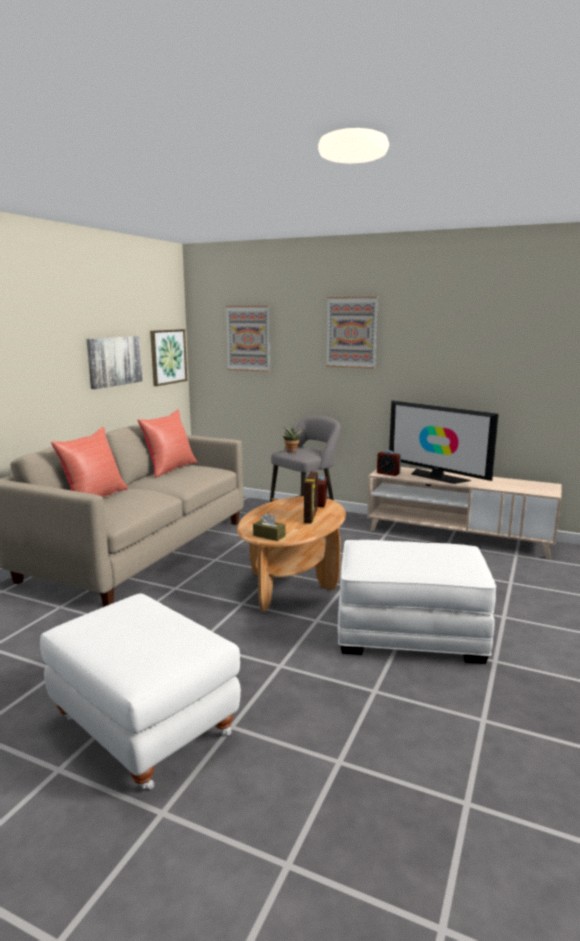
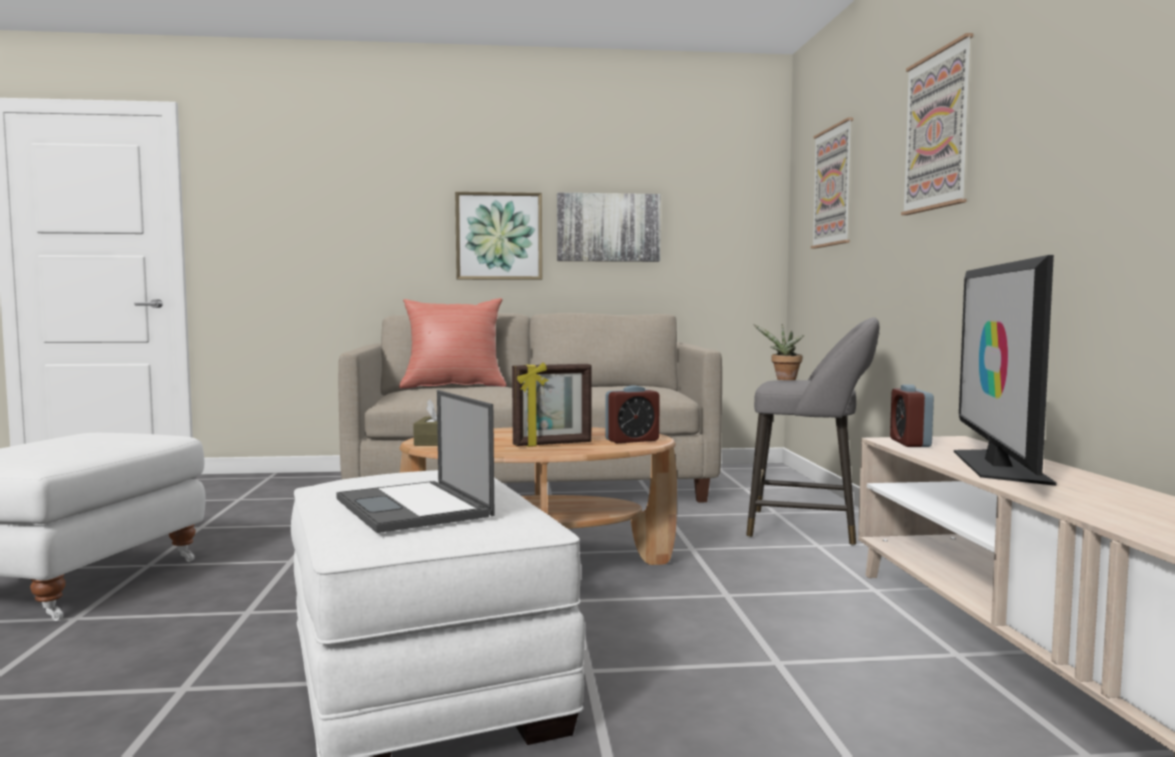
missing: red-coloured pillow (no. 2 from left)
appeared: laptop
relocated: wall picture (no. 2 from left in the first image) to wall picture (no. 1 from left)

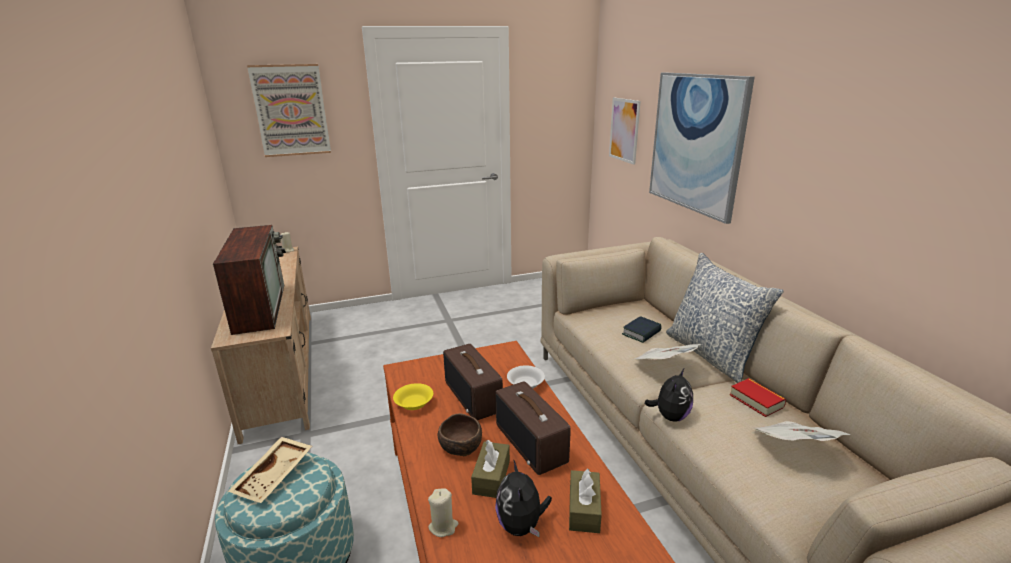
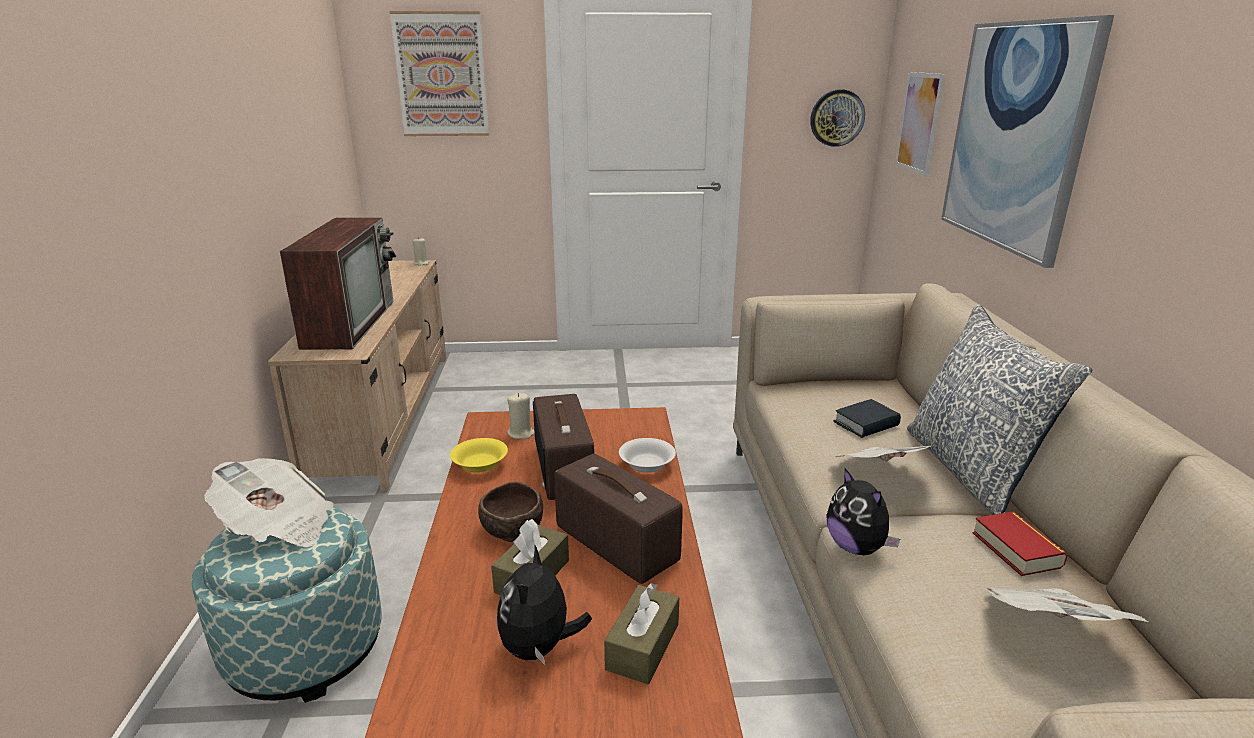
appeared: hanging clock
relocated: sand-coloured wax light (no. 2 from left)
exchanged: sand-coloured tray to daily paper (no. 1 from left)
spun: radio set (no. 2 from left) 150 degrees clockwise; soft toy (no. 2 from left) 105 degrees clockwise

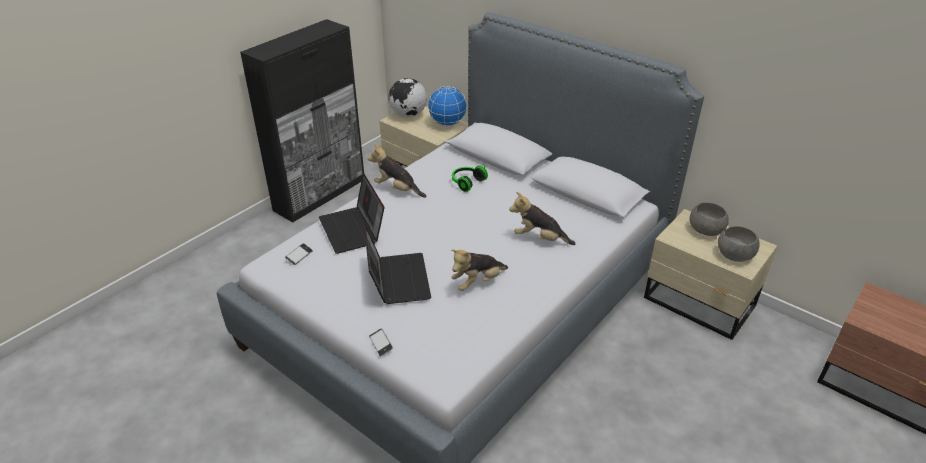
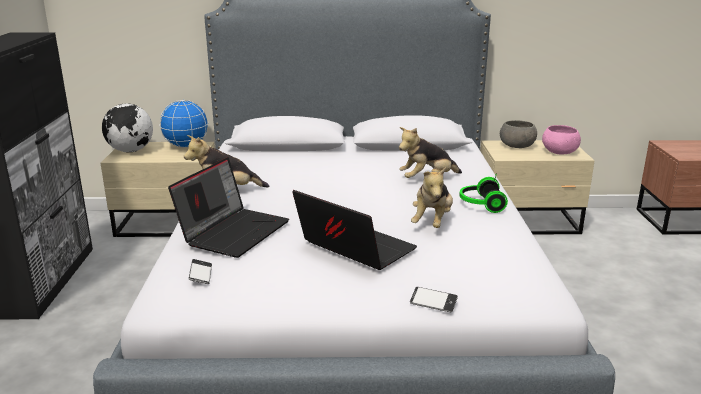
relocated: headphones
colour: gray deep dish (no. 2 from left) to pink-coloured deep dish
spun: laptop (no. 1 from left) 90 degrees counterclockwise

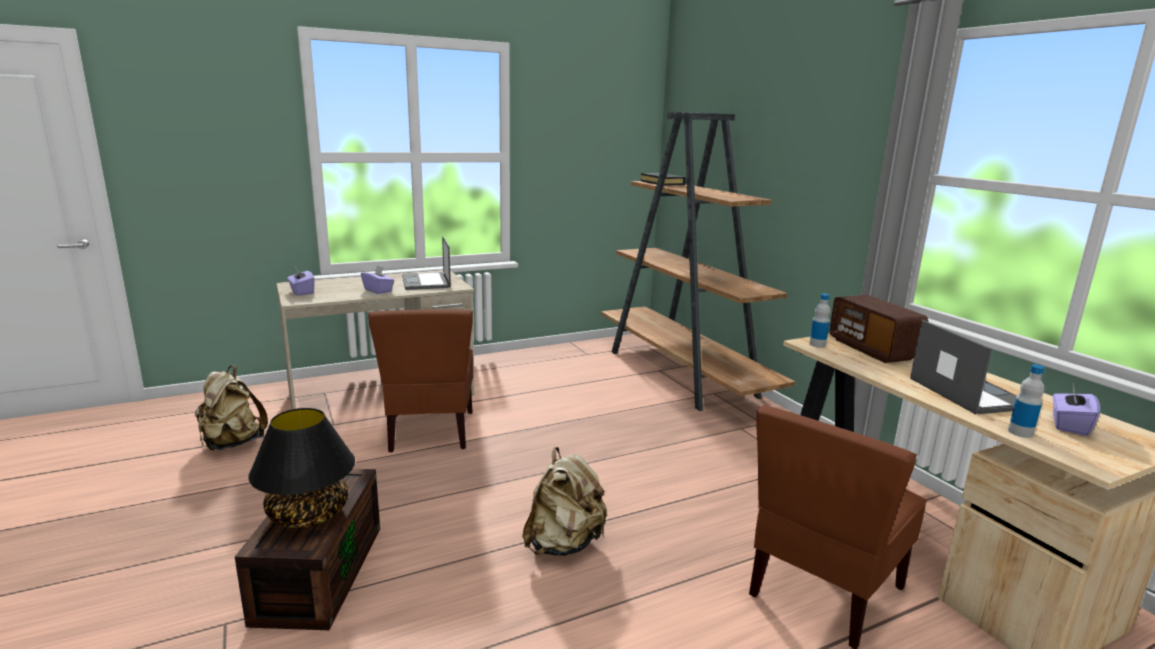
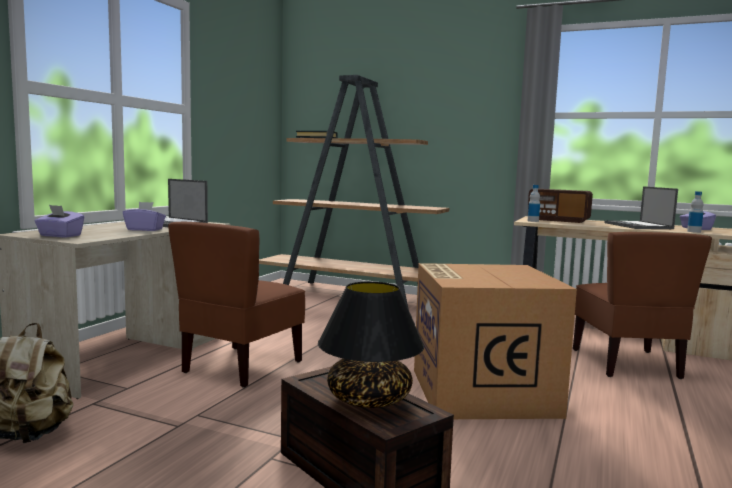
exchanged: sand-coloured rucksack (no. 2 from left) to cardboard box
spun: brown chair (no. 1 from left) 75 degrees clockwise; laptop (no. 2 from left) 135 degrees counterclockwise

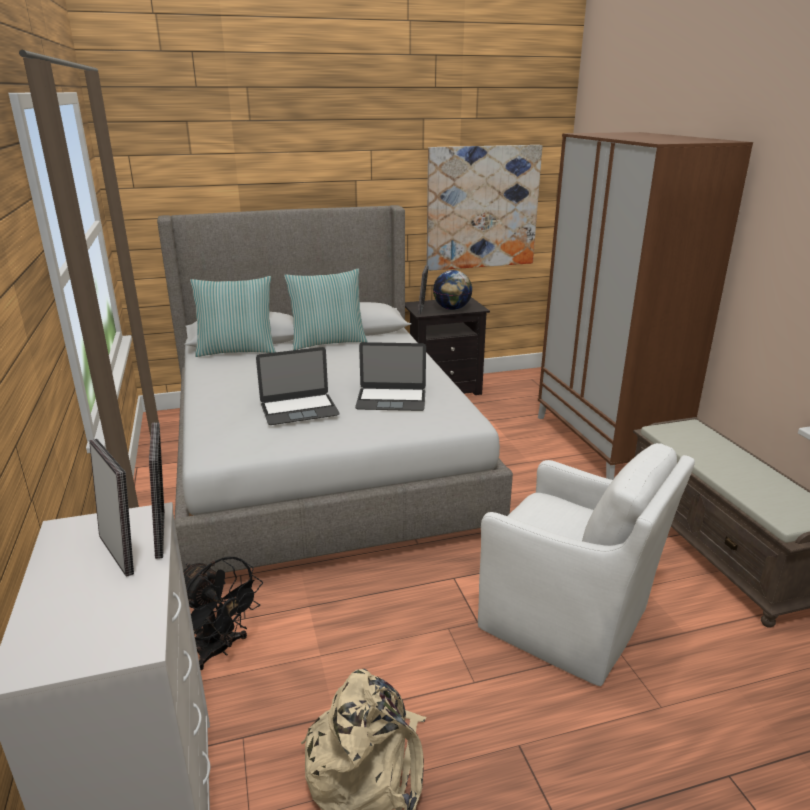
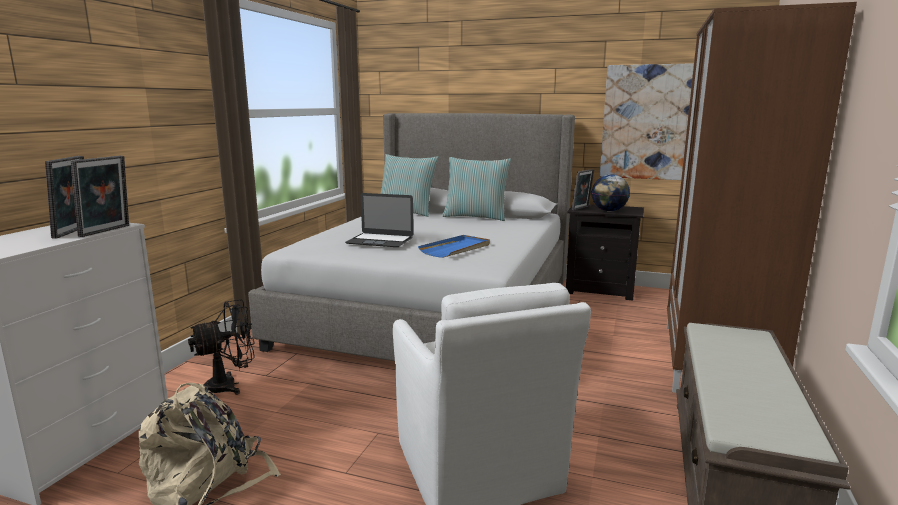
exchanged: laptop (no. 2 from left) to blue-coloured tray
spun: black electric fan 105 degrees counterclockwise

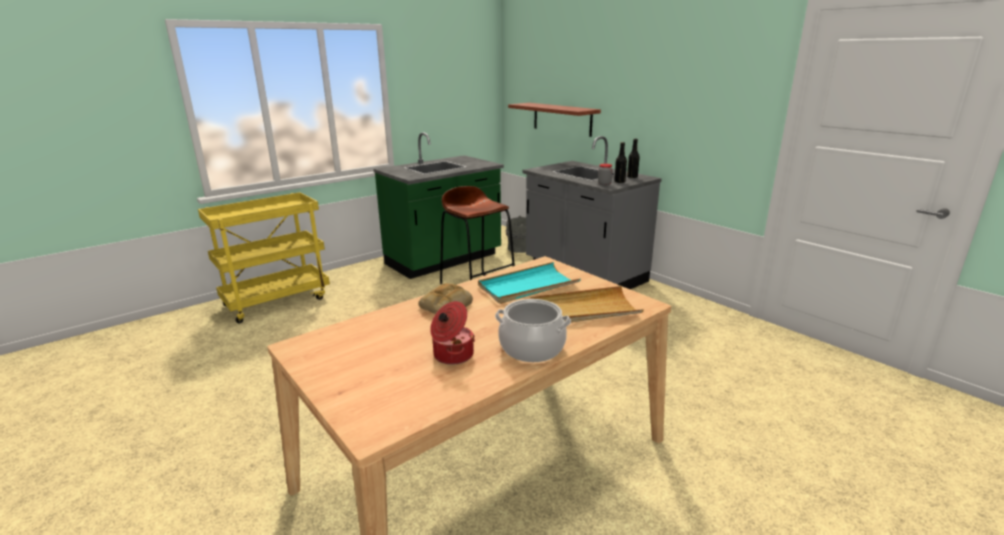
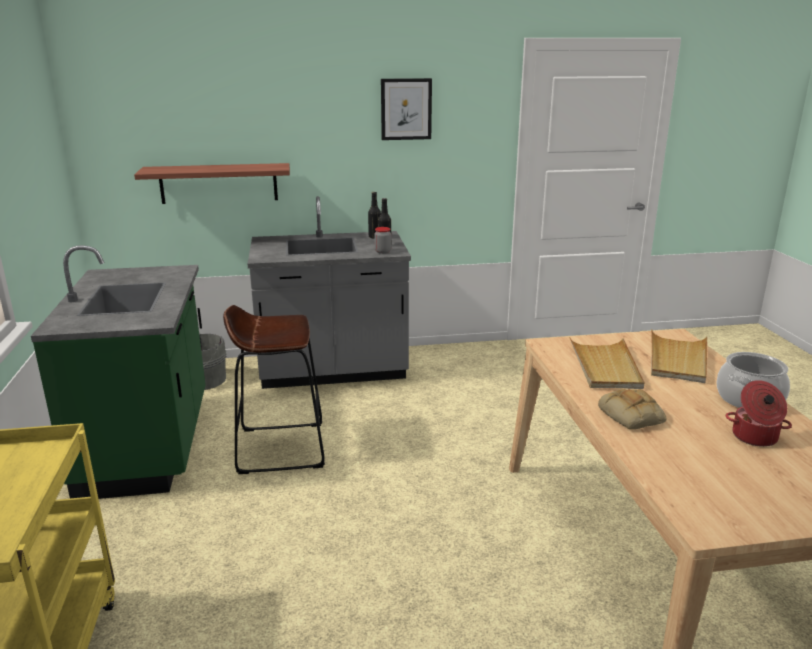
appeared: wall picture
colour: turquoise tray to sand-coloured tray (no. 1 from left)

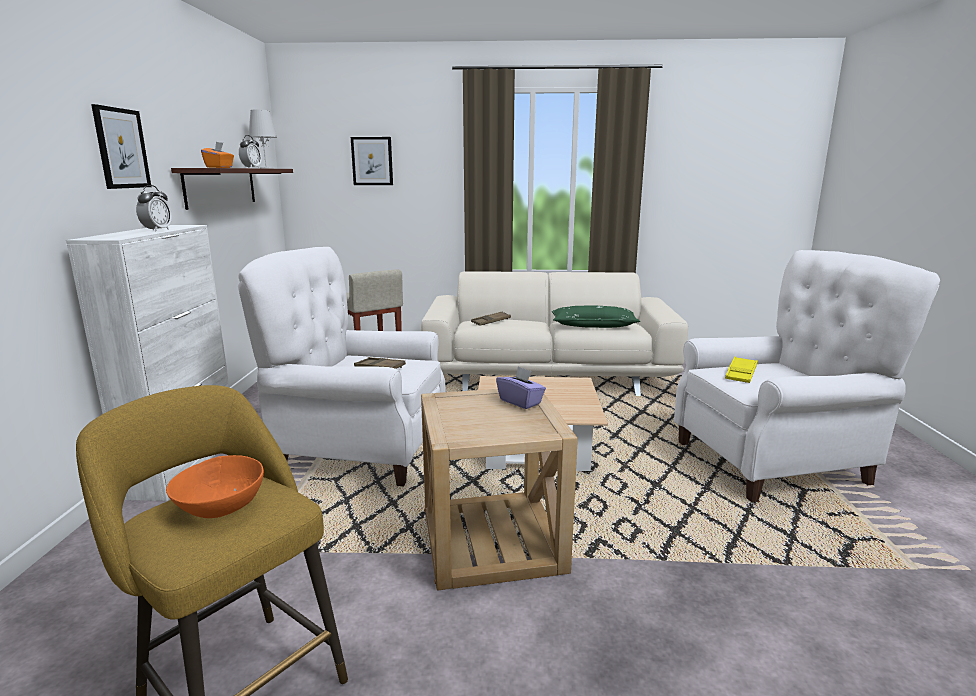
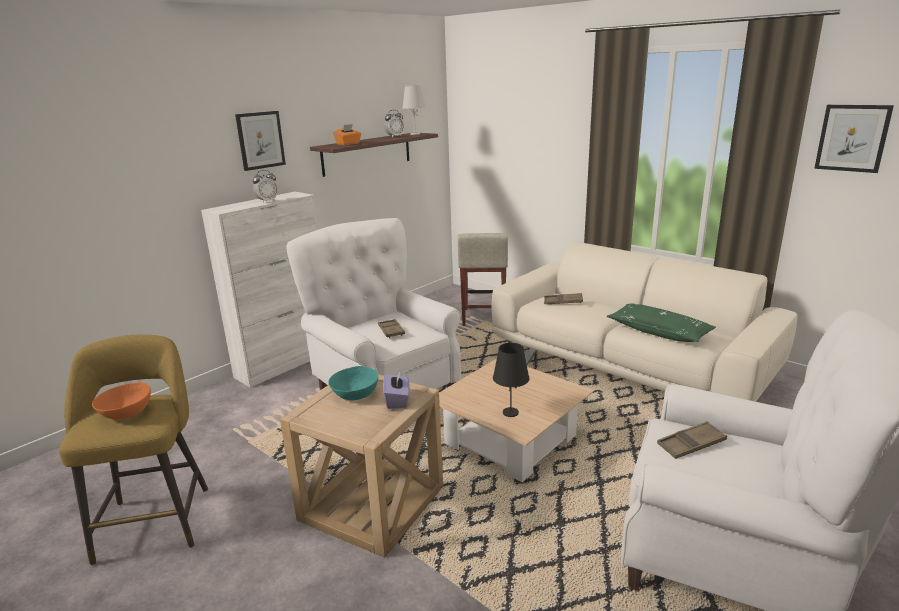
appeared: turquoise deep dish; black lamp for a table
relocated: wall picture (no. 2 from left)
colour: yellow tray to brown tray (no. 3 from left)

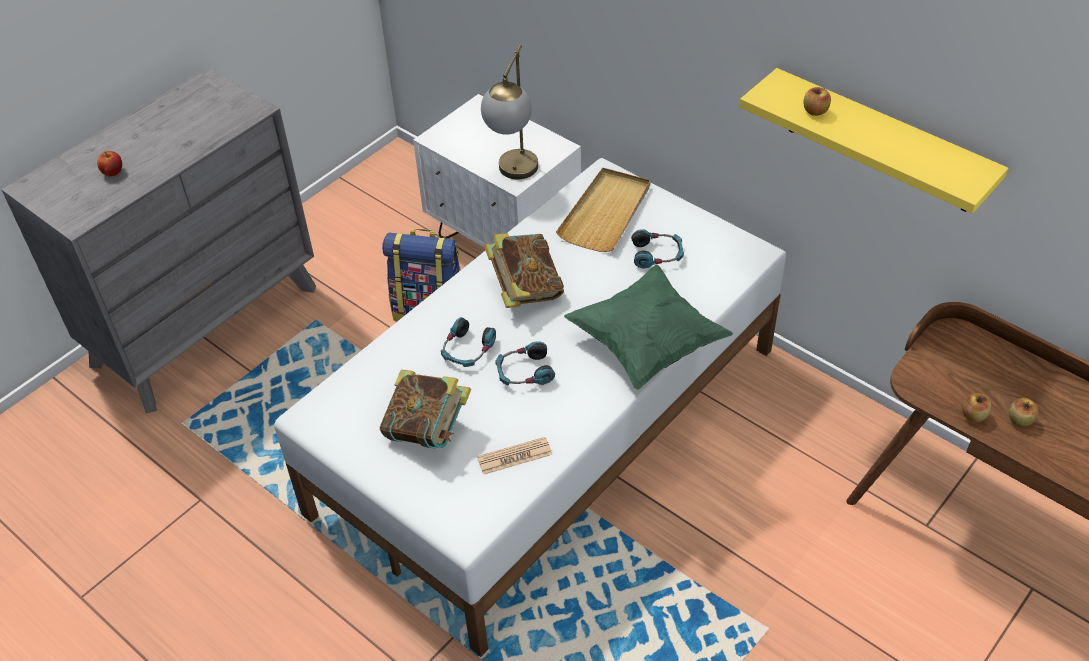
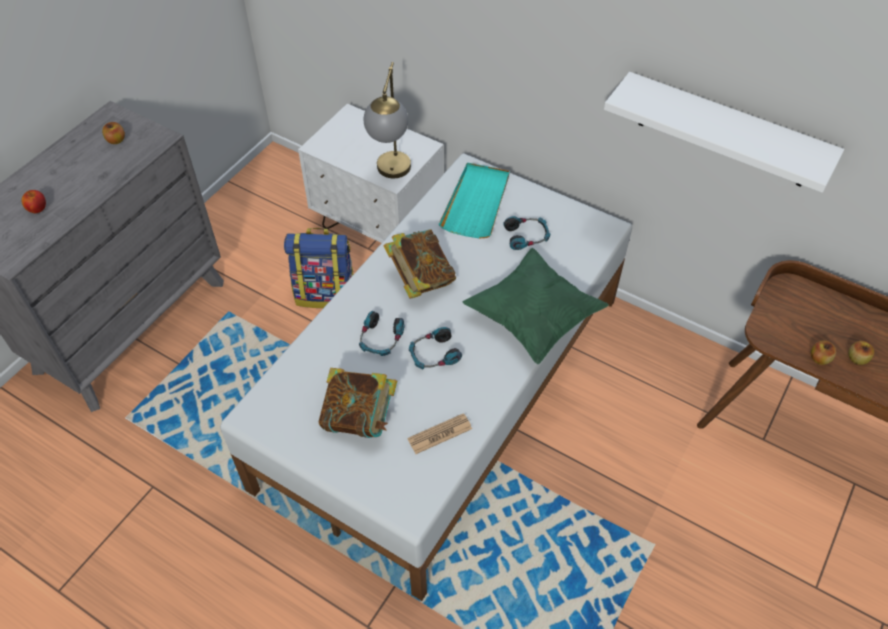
relocated: apple (no. 2 from left)
colour: sand-coloured tray to turquoise tray; yellow shelf to white shelf

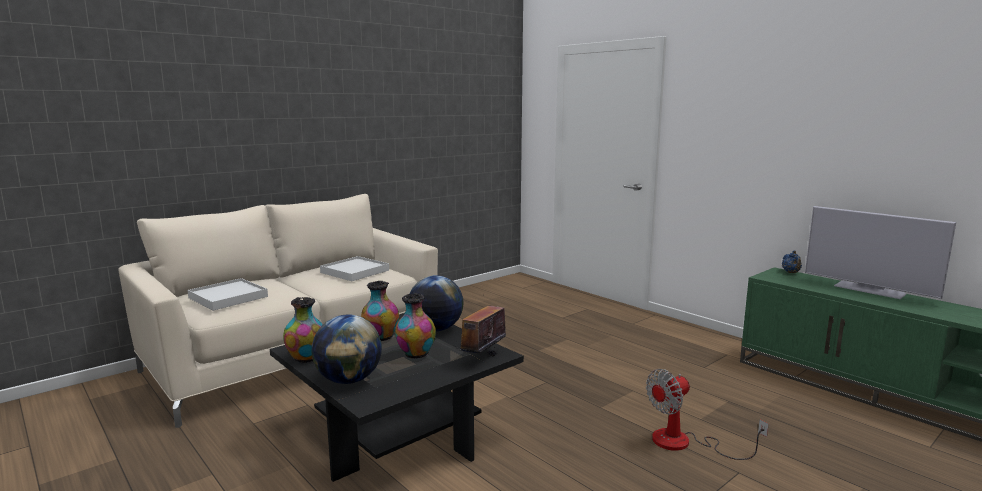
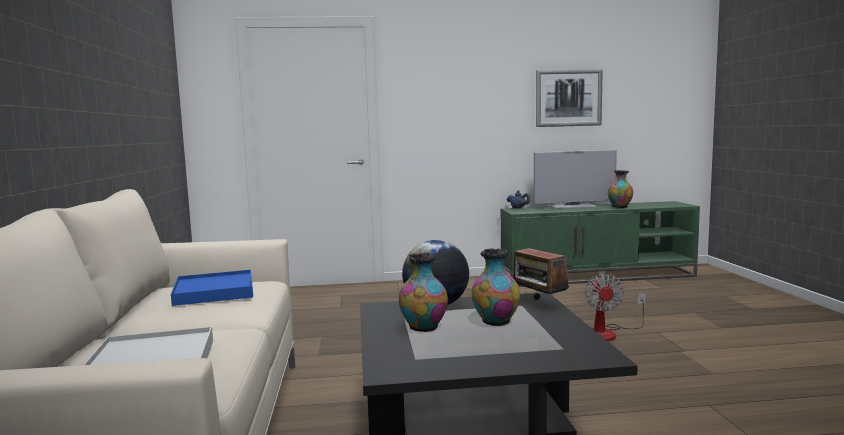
missing: globe (no. 1 from left)
appeared: wall picture
relocated: flower vase (no. 1 from left in the first image) to flower vase (no. 3 from left)
colour: white tray (no. 2 from left) to blue-coloured tray

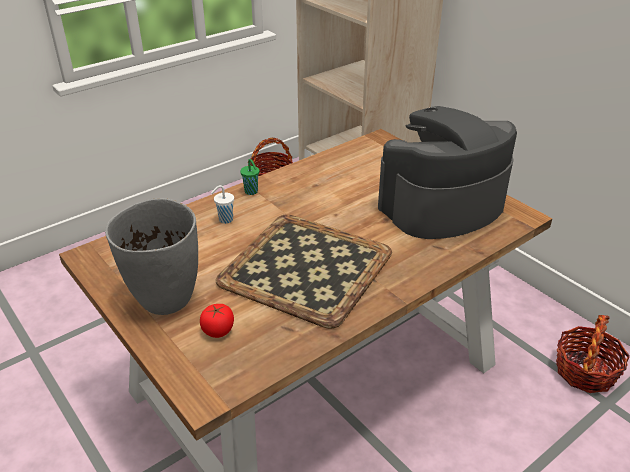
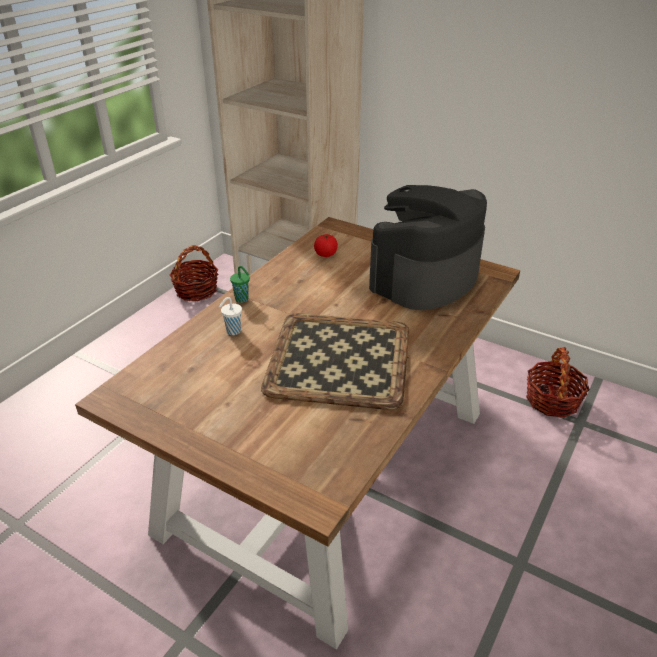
missing: gray flower vase
relocated: fresh tomato

